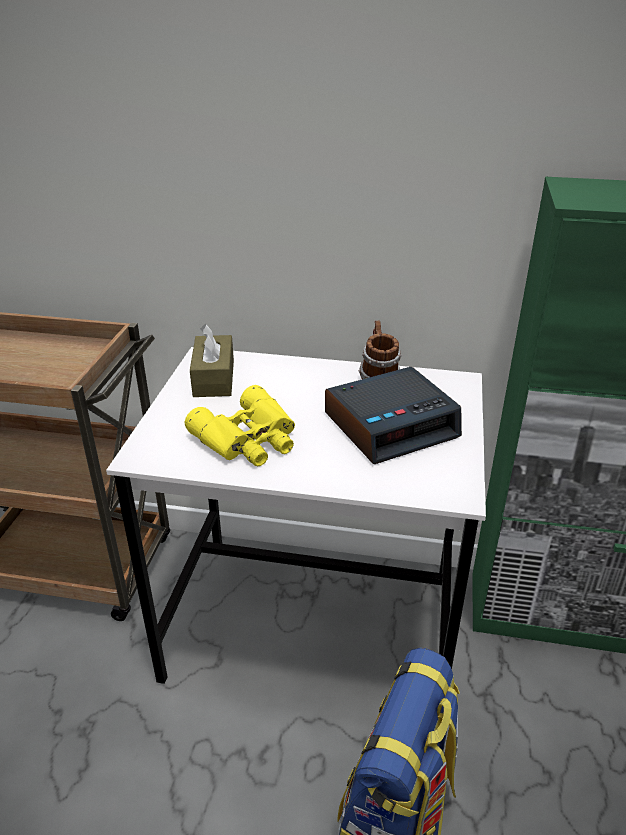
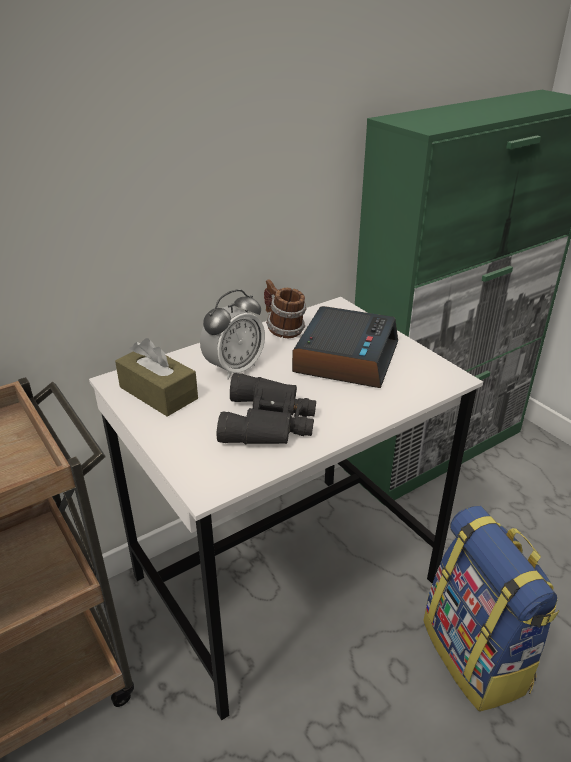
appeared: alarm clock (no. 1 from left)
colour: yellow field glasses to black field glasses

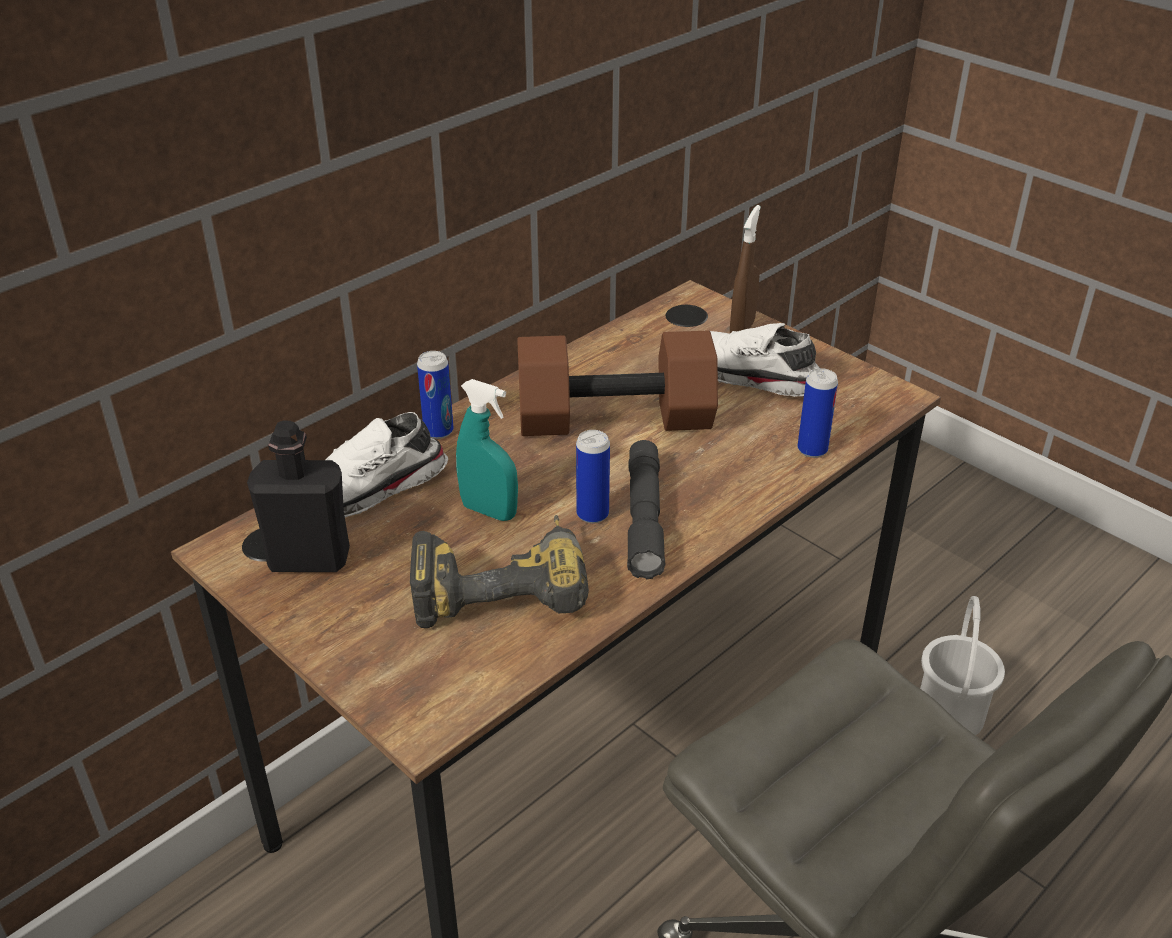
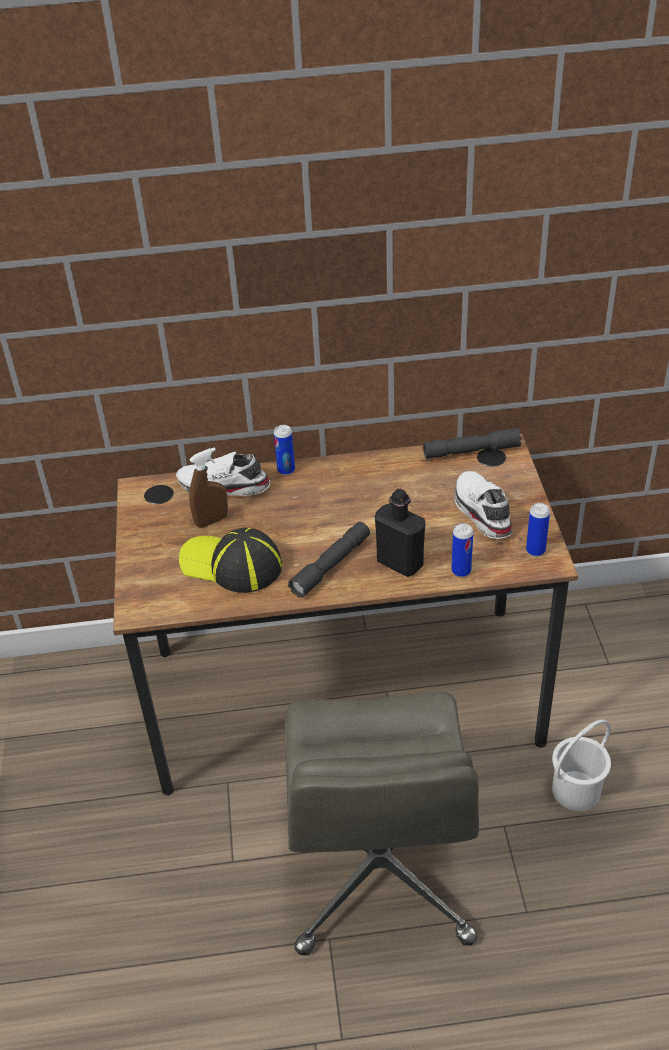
missing: turquoise spray bottle; brown dumbbell
appeared: gray hand torch (no. 2 from left)
relocated: brown spray bottle; black bottle; metal can (no. 2 from left in the first image) to metal can (no. 3 from left)
exchanged: power drill to baseball cap

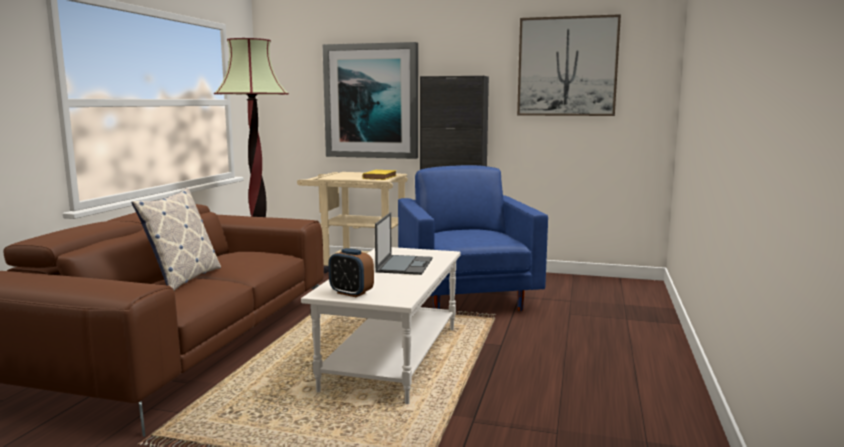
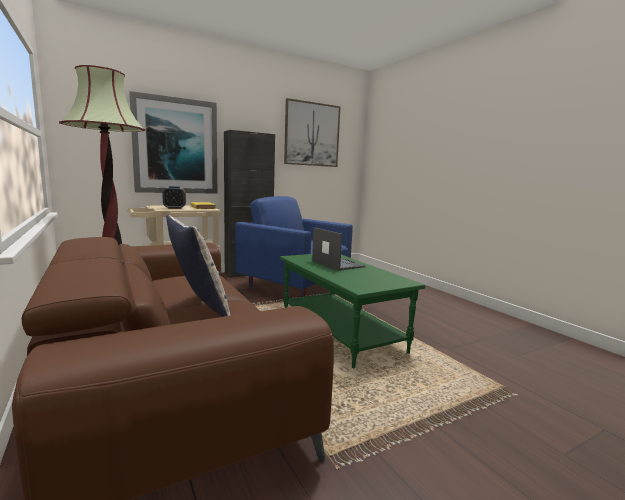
relocated: alarm clock
colour: white lounge table to green-coloured lounge table

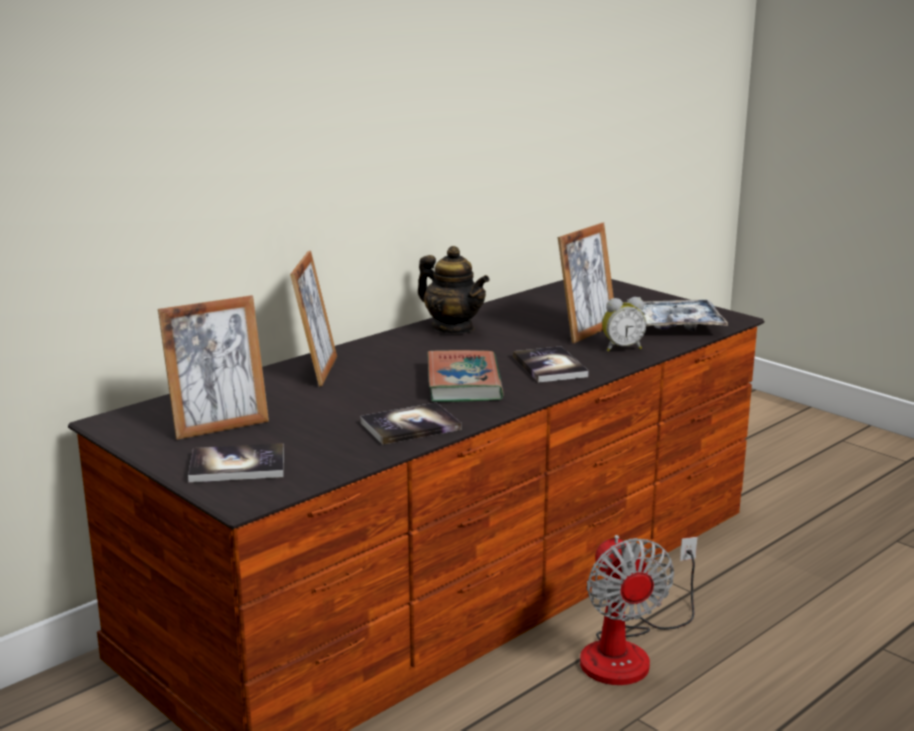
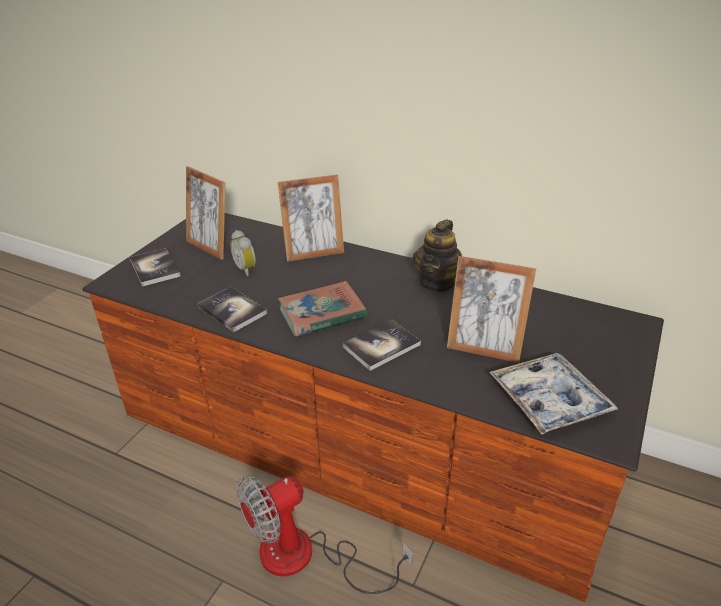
relocated: alarm clock

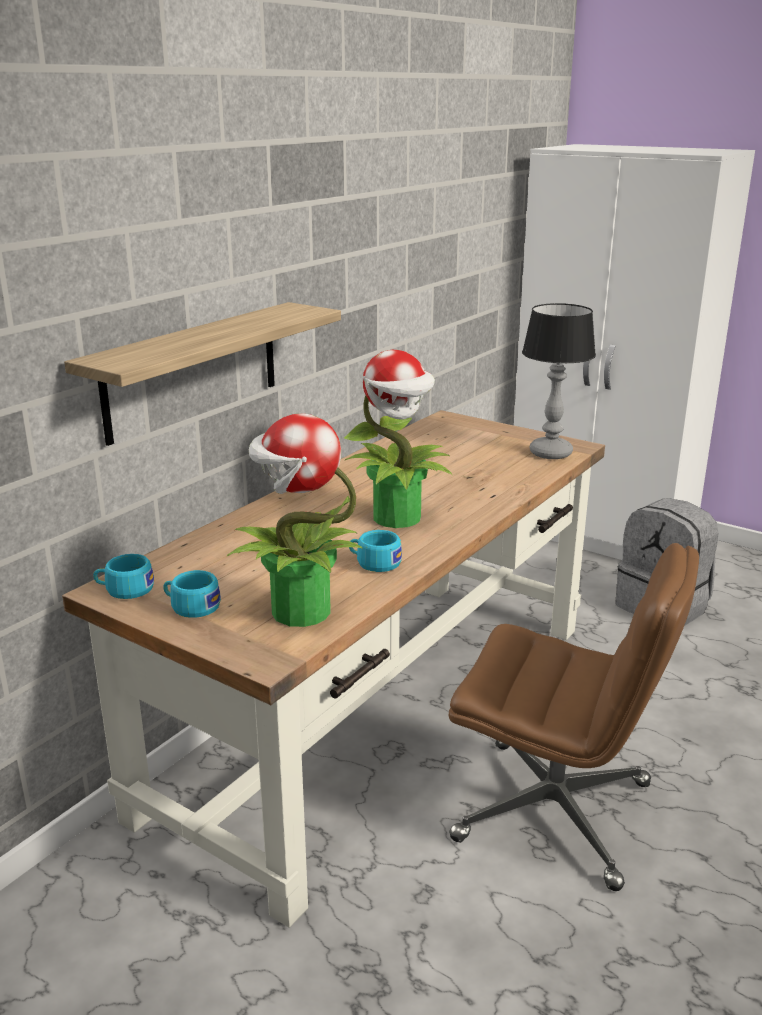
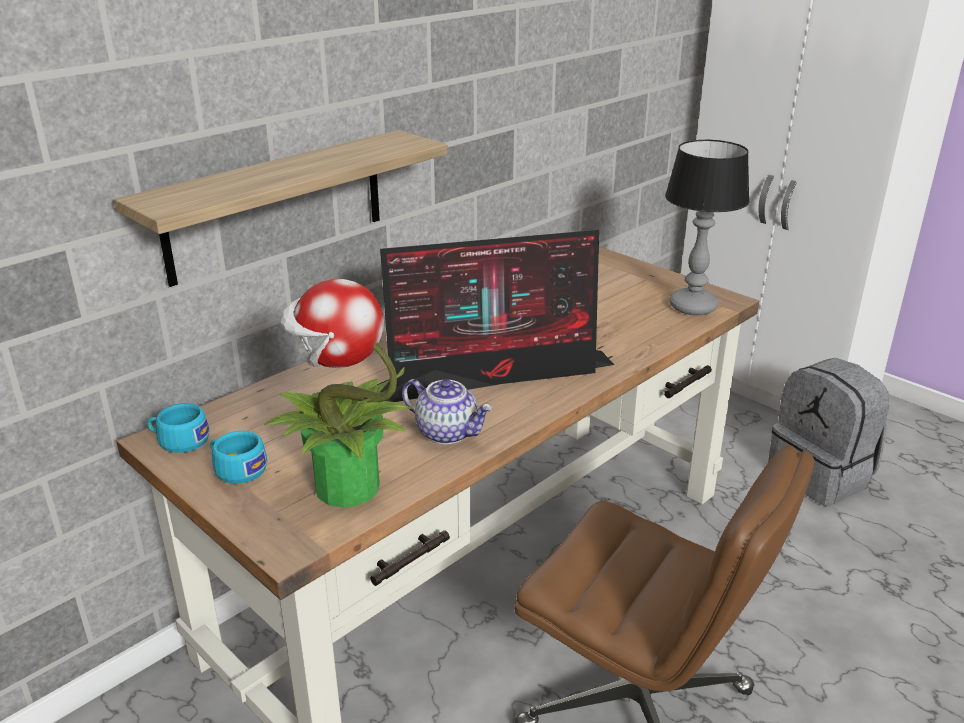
exchanged: potted plant (no. 2 from left) to monitor; turquoise drinking cup (no. 3 from left) to tea pot

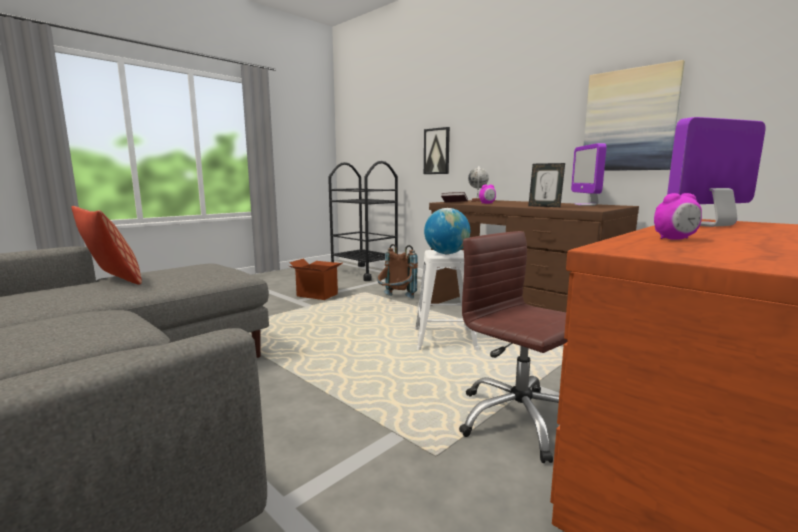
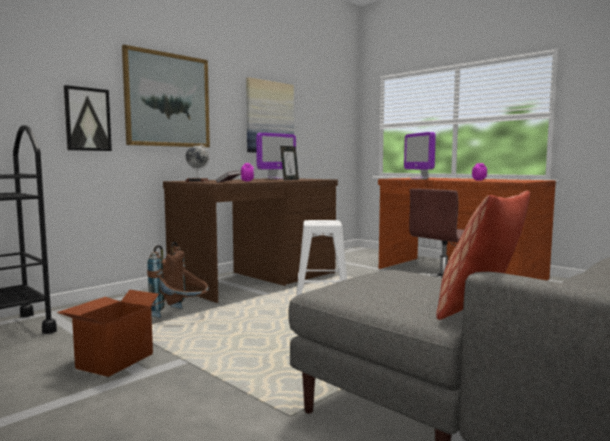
missing: globe (no. 1 from left)
appeared: wall picture (no. 2 from left)
spun: monitor (no. 1 from left) 45 degrees counterclockwise

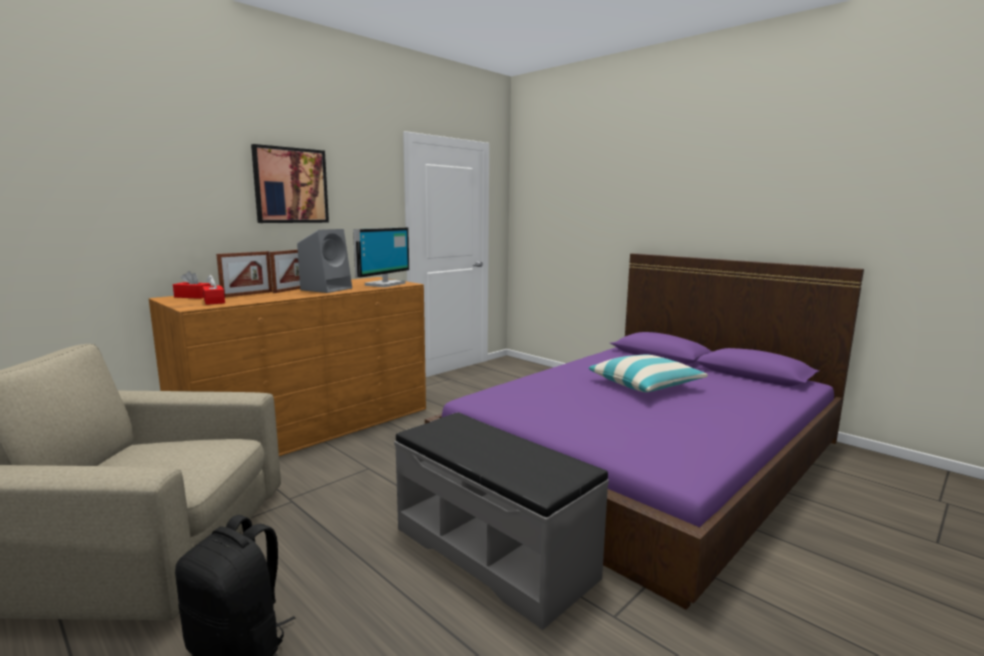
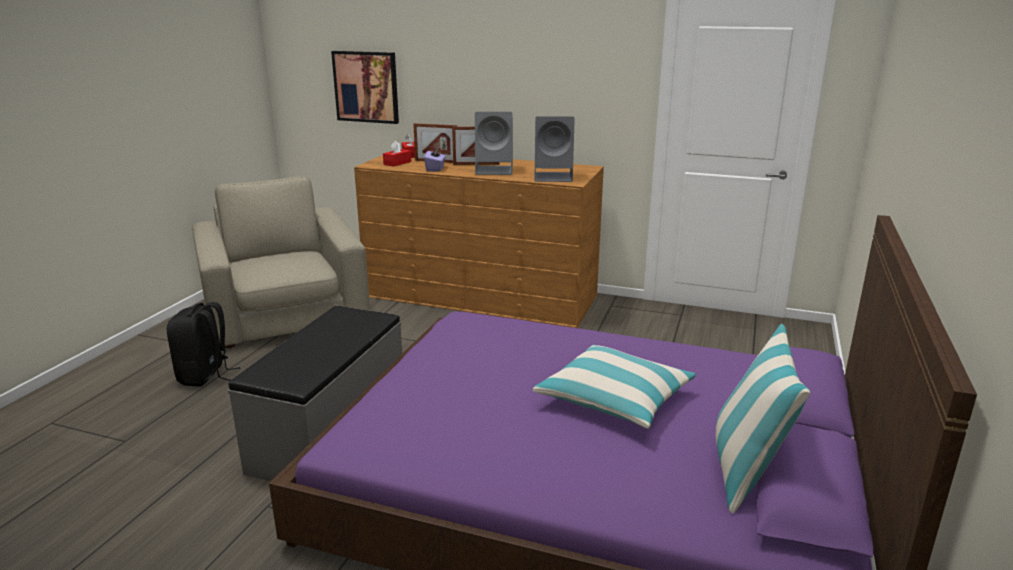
appeared: purple-coloured box of tissues; pillow (no. 2 from left)
relocated: wall picture
exchanged: monitor to gray audio speaker (no. 2 from left)

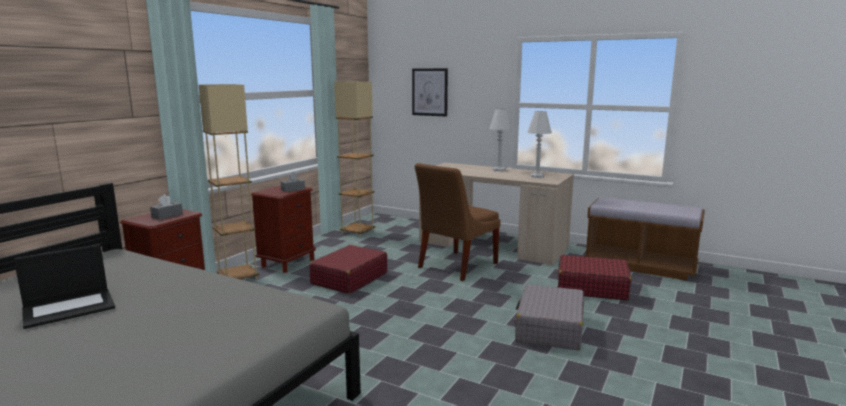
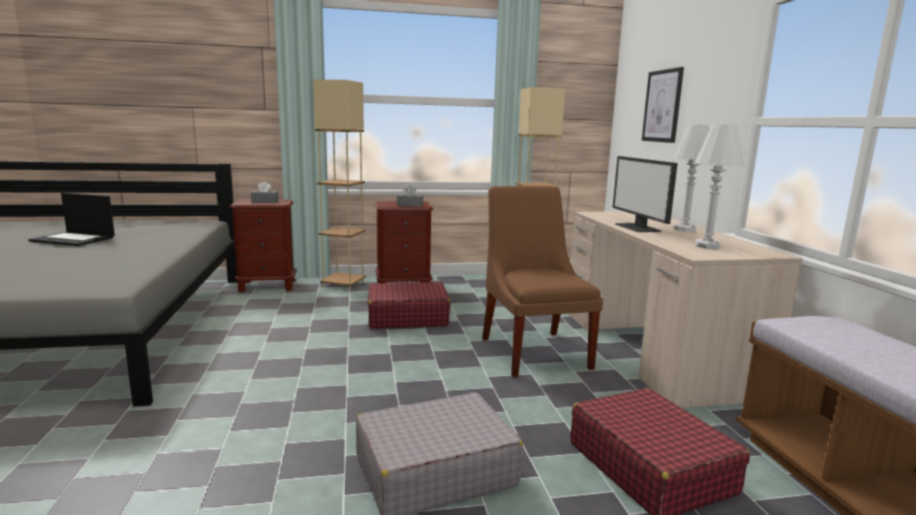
appeared: monitor
spun: brown chair 75 degrees clockwise

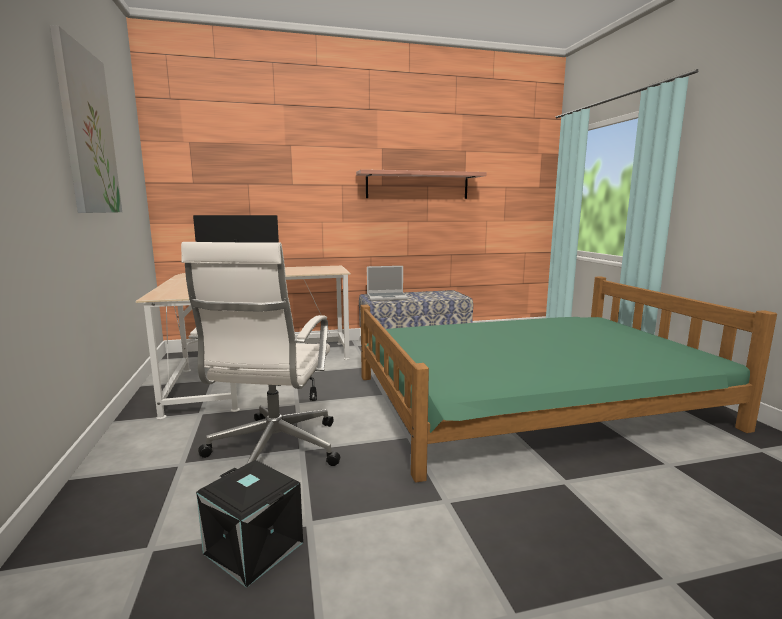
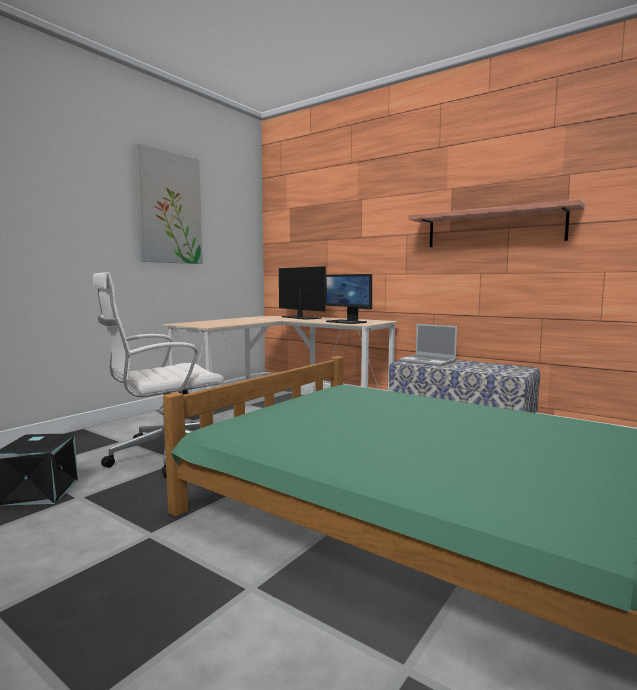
appeared: monitor (no. 2 from left)

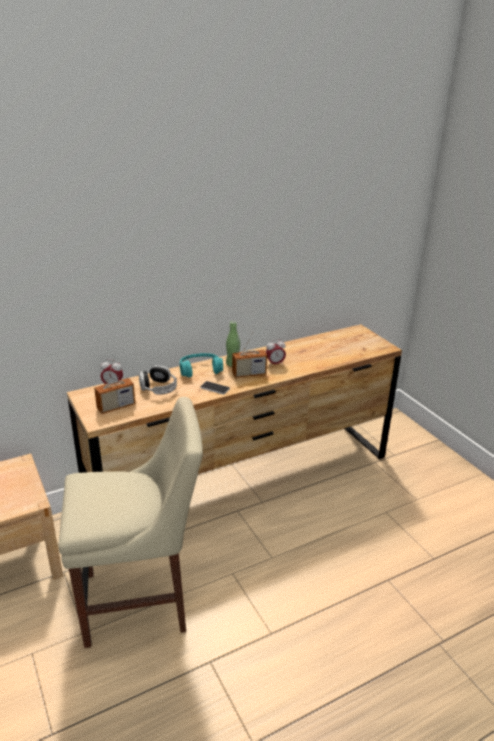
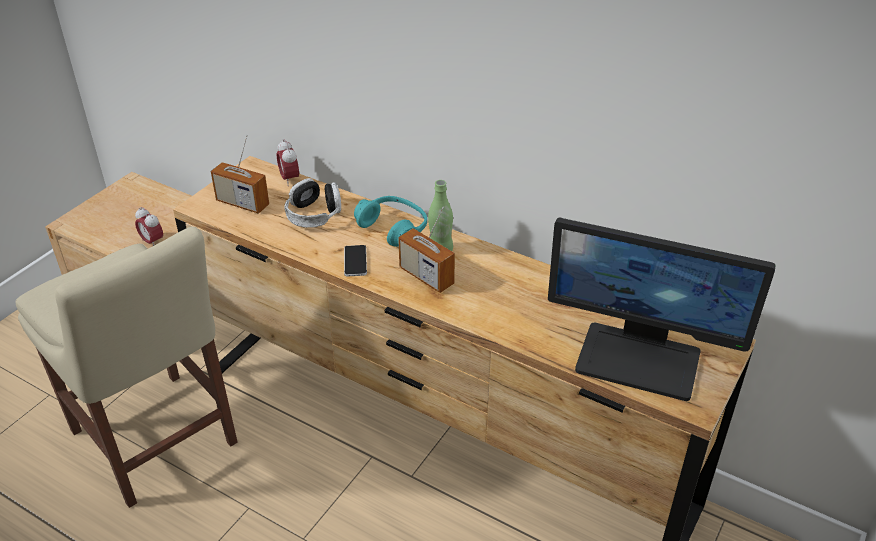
appeared: monitor
relocated: alarm clock (no. 2 from left in the first image) to alarm clock (no. 1 from left)

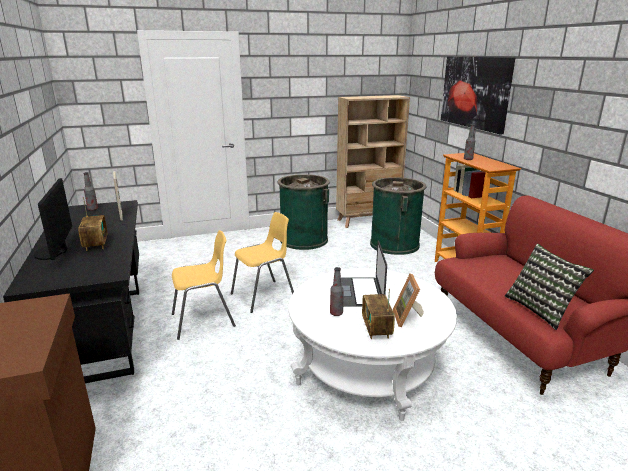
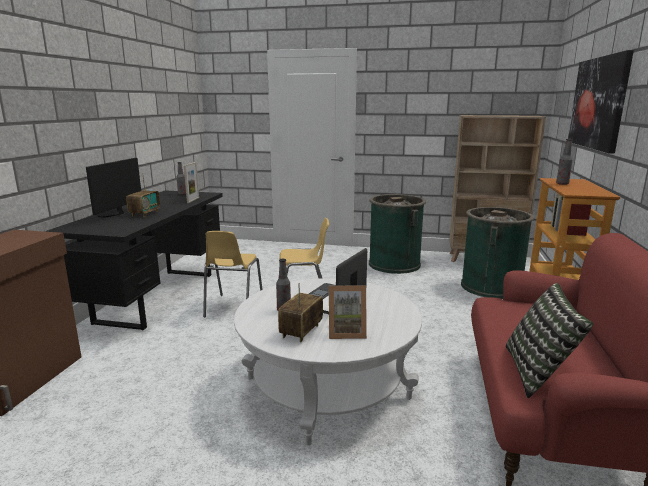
spun: yellow chair (no. 1 from left) 90 degrees clockwise; picture frame (no. 2 from left) 120 degrees counterclockwise

